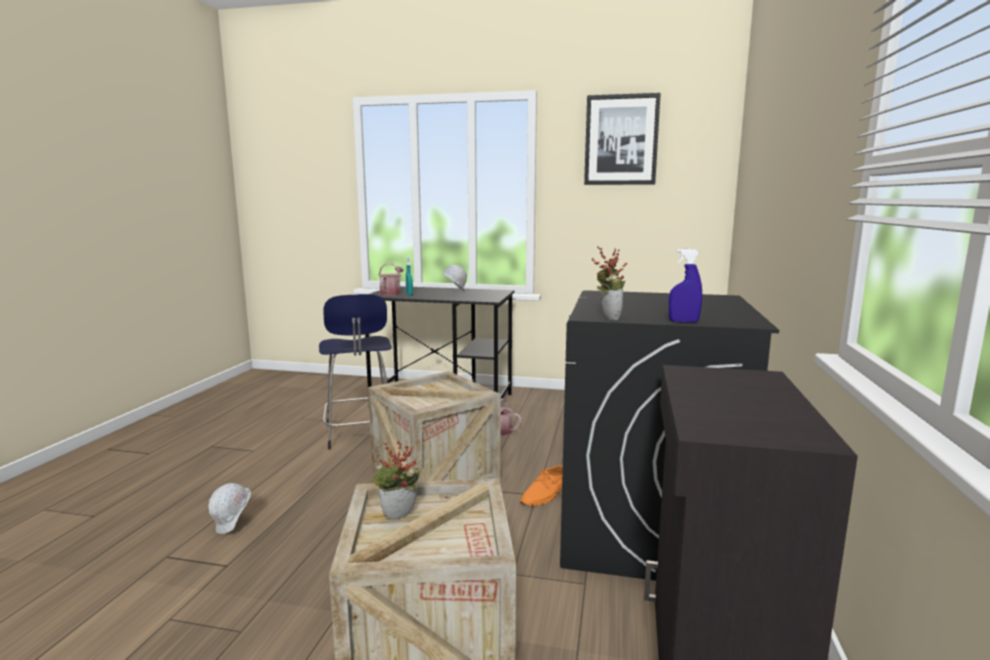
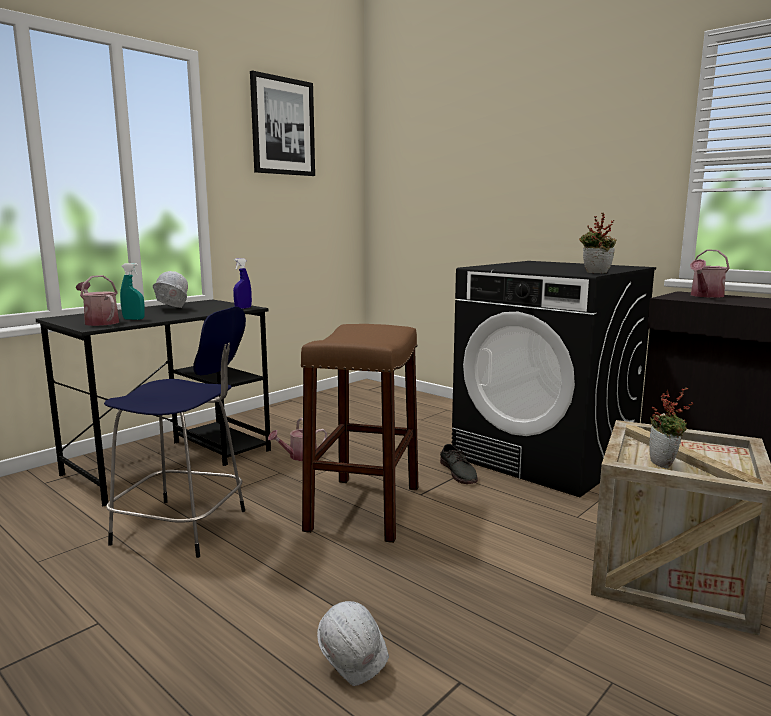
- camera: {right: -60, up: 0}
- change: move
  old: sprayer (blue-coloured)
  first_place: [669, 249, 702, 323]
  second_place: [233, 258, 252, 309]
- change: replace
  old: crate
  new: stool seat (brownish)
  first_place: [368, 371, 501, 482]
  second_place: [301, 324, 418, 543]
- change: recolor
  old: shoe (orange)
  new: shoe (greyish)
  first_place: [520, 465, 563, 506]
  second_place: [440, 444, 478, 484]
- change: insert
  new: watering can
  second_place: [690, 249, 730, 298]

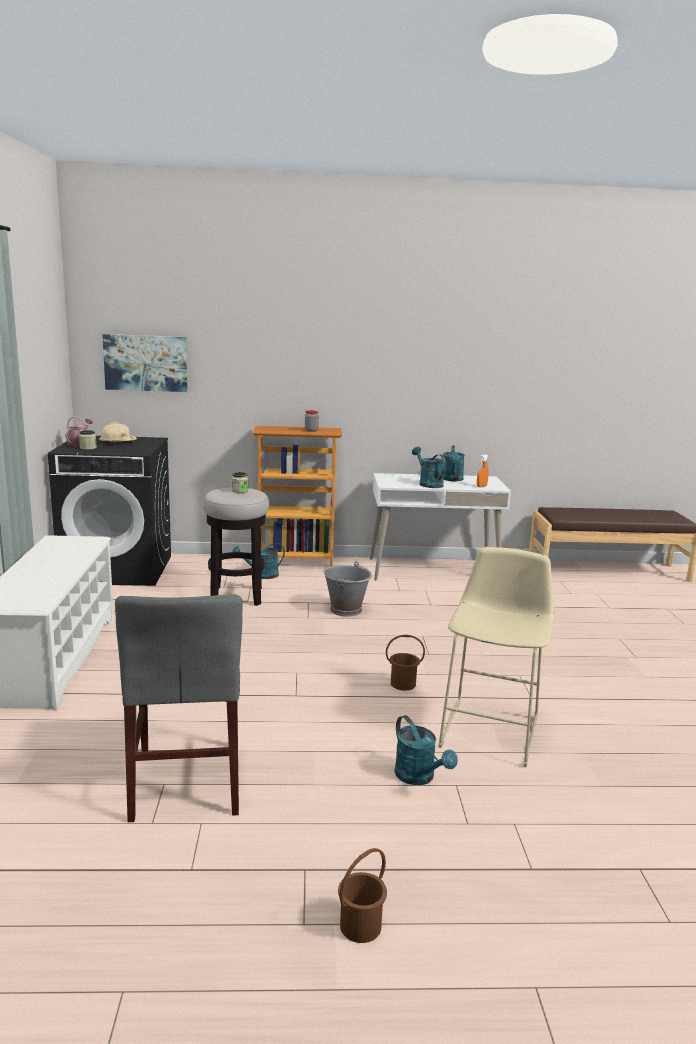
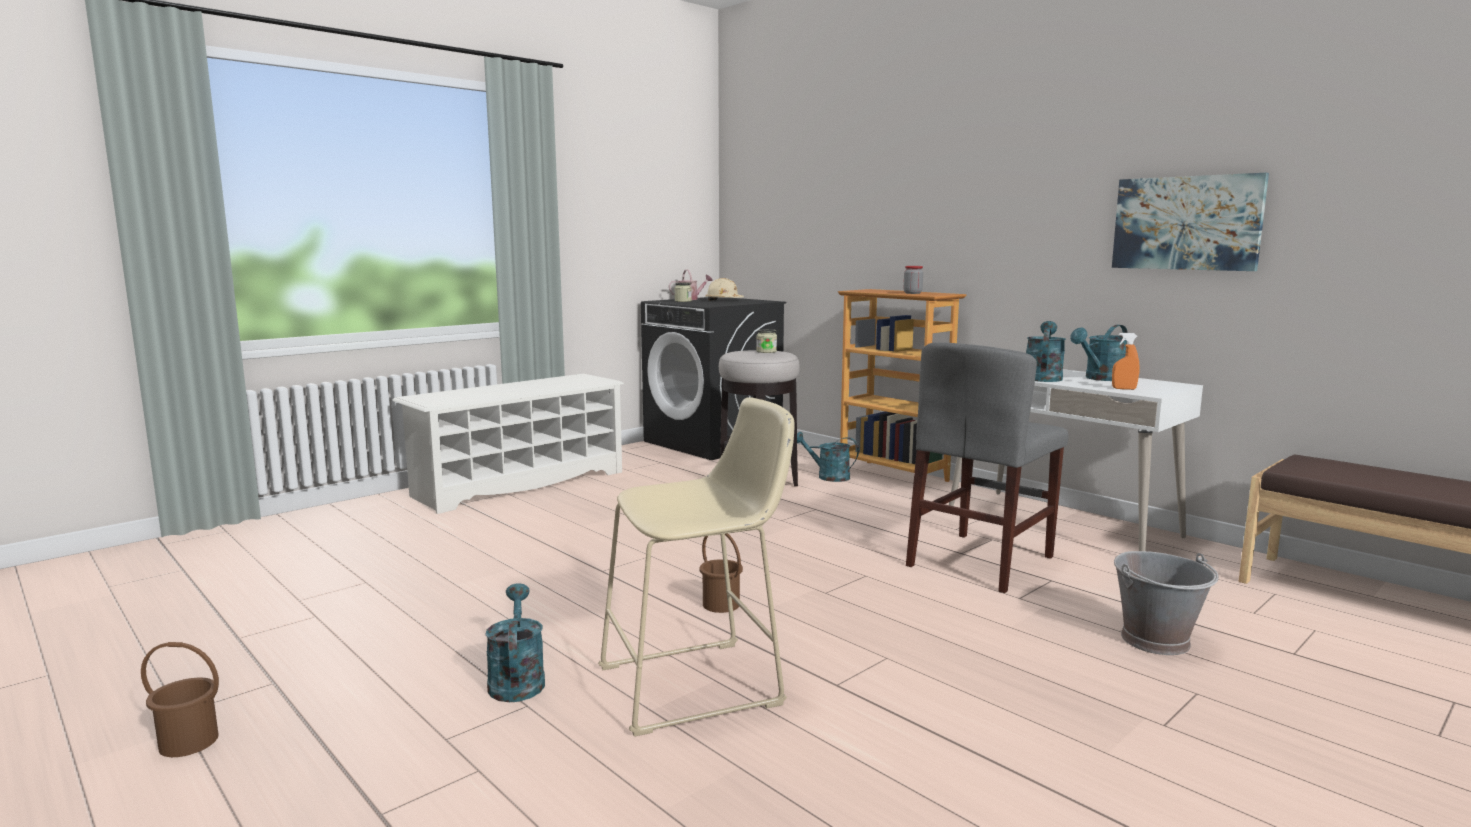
- camera: {right: 50, up: -5}
- change: move
  old: picture
  first_place: [102, 334, 188, 392]
  second_place: [1112, 173, 1269, 271]
- change: move
  old: water bucket (greyish)
  first_place: [324, 562, 372, 617]
  second_place: [1114, 551, 1219, 655]
- change: move
  old: plain chair (greyish)
  first_place: [115, 594, 242, 822]
  second_place: [906, 342, 1068, 593]
- change: rotate
  old: watering can (blue-green)
  first_place: [394, 715, 458, 785]
  second_place: [485, 583, 545, 702]
  degrees: 150

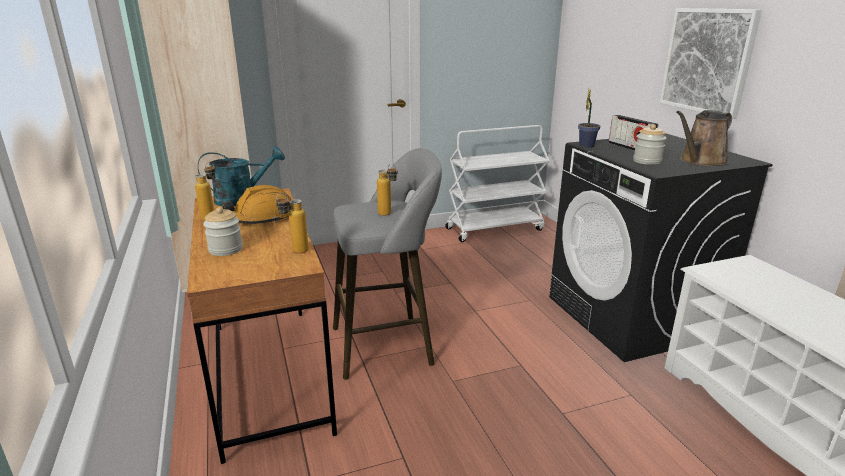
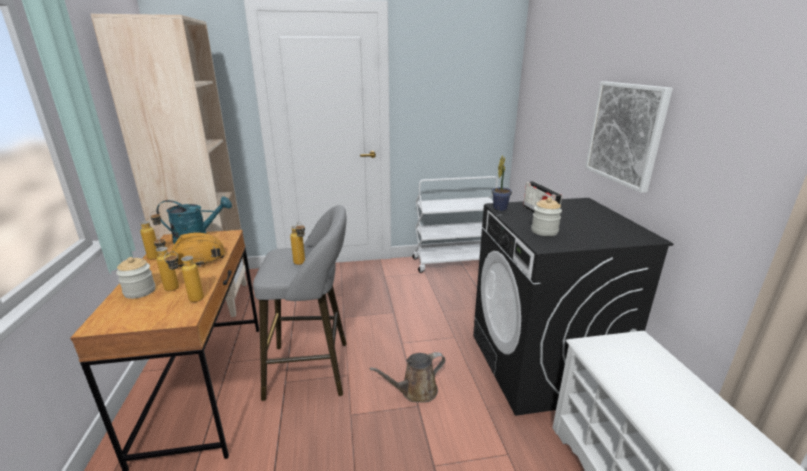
- camera: {right: 10, up: 0}
- change: move
  old: watering can (brownish)
  first_place: [676, 110, 732, 166]
  second_place: [370, 352, 445, 403]
- change: insert
  new: drink bottle
  second_place: [154, 235, 179, 291]

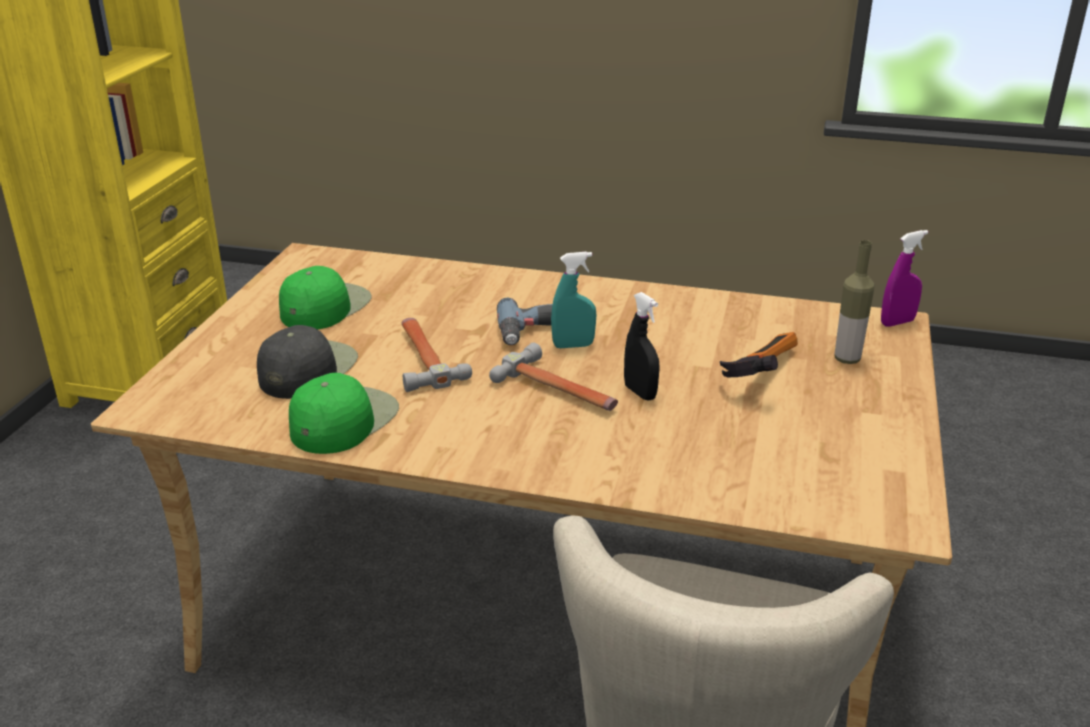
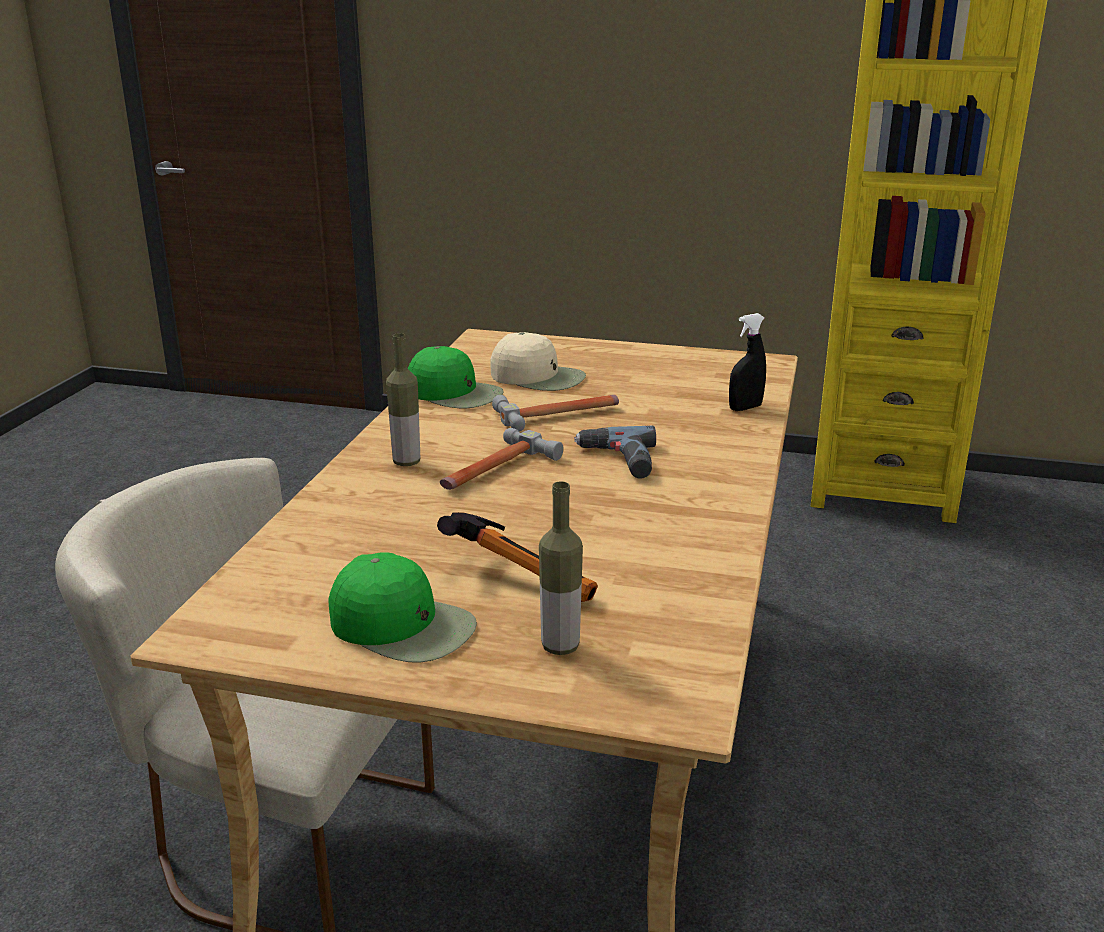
- camera: {right: 90, up: -5}
- change: delete
  old: sprayer (purple-coloured)
  first_place: [881, 230, 928, 327]
- change: delete
  old: sprayer (blue-green)
  first_place: [551, 252, 596, 348]
- change: move
  old: cap (green)
  first_place: [279, 266, 372, 329]
  second_place: [328, 552, 477, 663]
- change: move
  old: sprayer (black-coloured)
  first_place: [624, 292, 660, 401]
  second_place: [729, 313, 766, 411]
- change: recolor
  old: cap (black-coloured)
  new: cap (beige)
  first_place: [257, 325, 358, 399]
  second_place: [490, 332, 586, 391]
- change: insert
  new: drink bottle
  second_place: [386, 333, 420, 466]

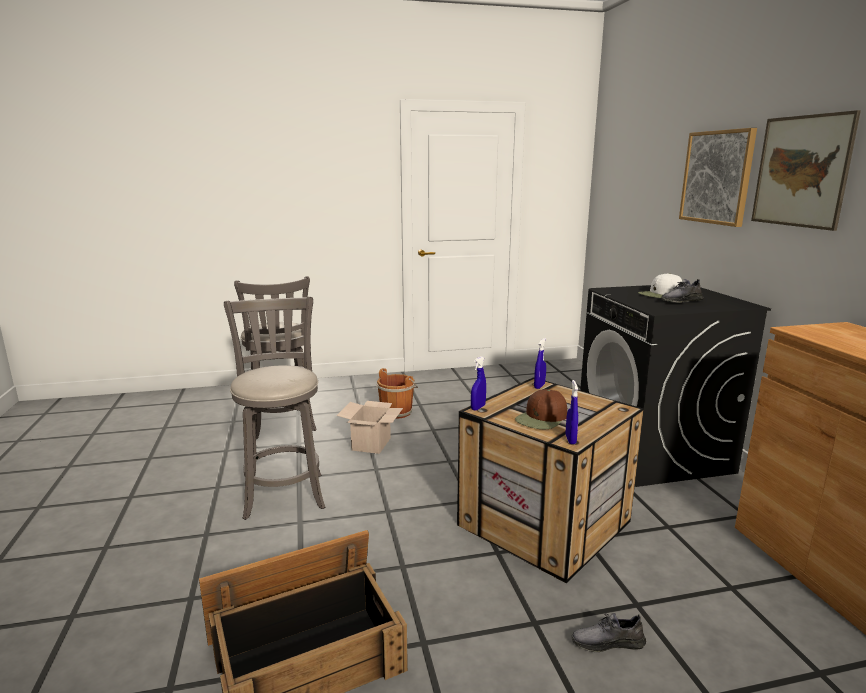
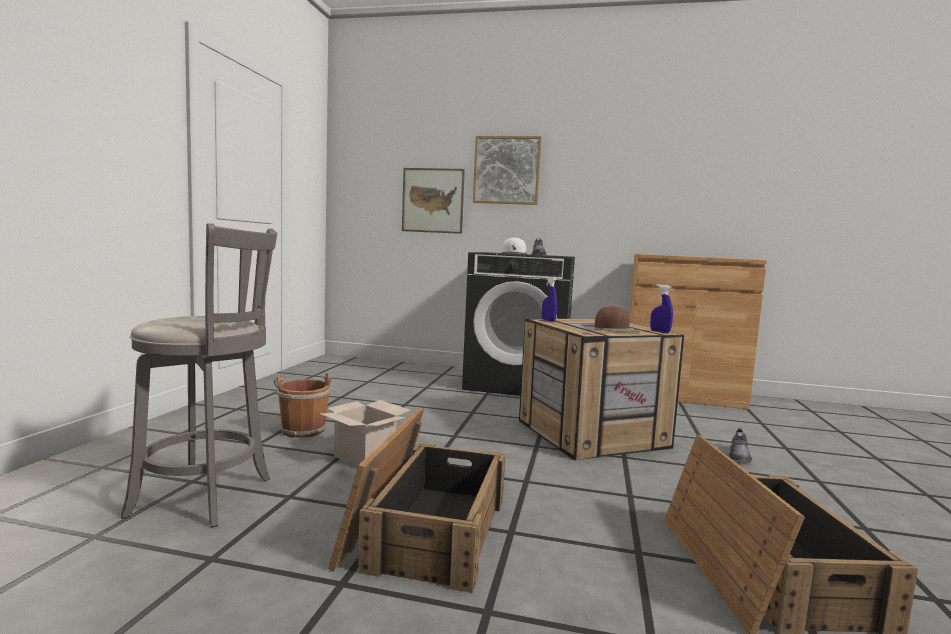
- camera: {right: -65, up: -10}
- change: move
  old: picture
  first_place: [751, 110, 861, 231]
  second_place: [402, 168, 465, 234]
- change: replace
  old: stool seat (greyish)
  new: crate
  first_place: [224, 296, 325, 520]
  second_place: [328, 407, 505, 593]
- change: delete
  old: sprayer (blue-coloured)
  first_place: [471, 356, 486, 411]

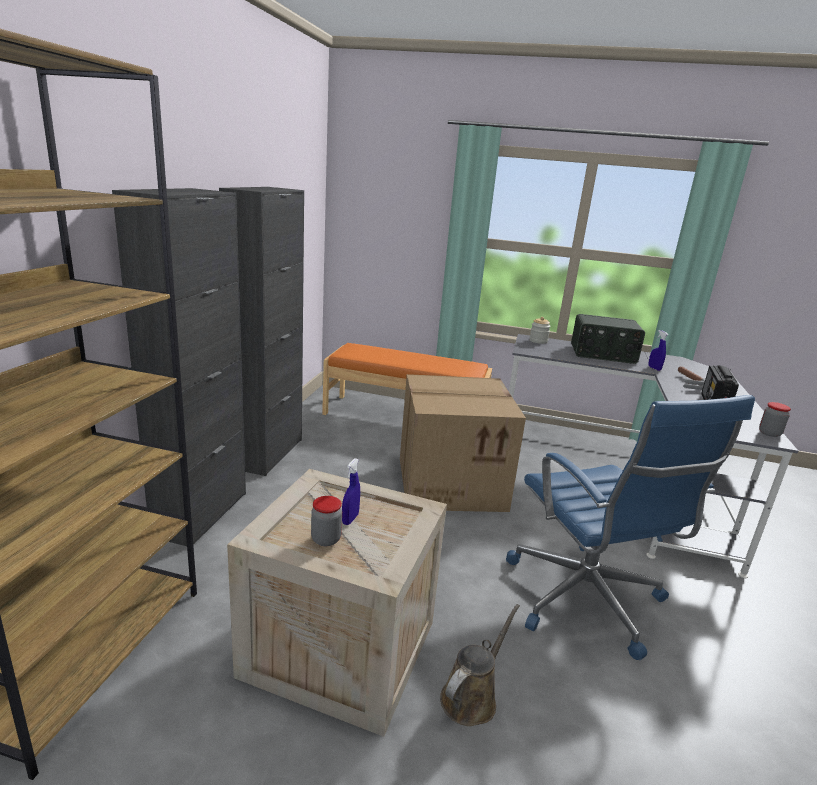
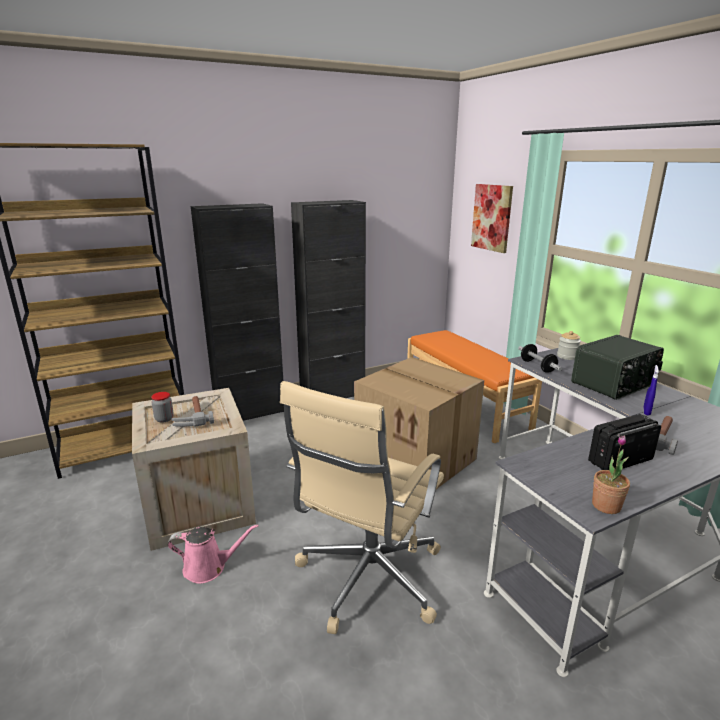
- camera: {right: 50, up: 0}
- change: rotate
  old: radio set
  first_place: [571, 314, 645, 364]
  second_place: [571, 335, 664, 400]
  degrees: -90
- change: recolor
  old: computer chair (blue-coloured)
  new: computer chair (beige)
  first_place: [506, 395, 755, 660]
  second_place: [280, 381, 444, 634]
- change: replace
  old: jar
  new: houseplant
  first_place: [759, 402, 791, 437]
  second_place: [592, 435, 630, 514]
- change: replace
  old: sprayer (blue-coloured)
  new: hammer
  first_place: [342, 458, 360, 525]
  second_place: [171, 396, 214, 427]
- change: recolor
  old: watering can (brownish)
  new: watering can (pink-coloured)
  first_place: [440, 604, 520, 726]
  second_place: [167, 524, 258, 584]
- change: insert
  new: picture
  second_place: [471, 184, 513, 253]
- change: insert
  new: dumbbell
  second_place: [518, 344, 562, 373]

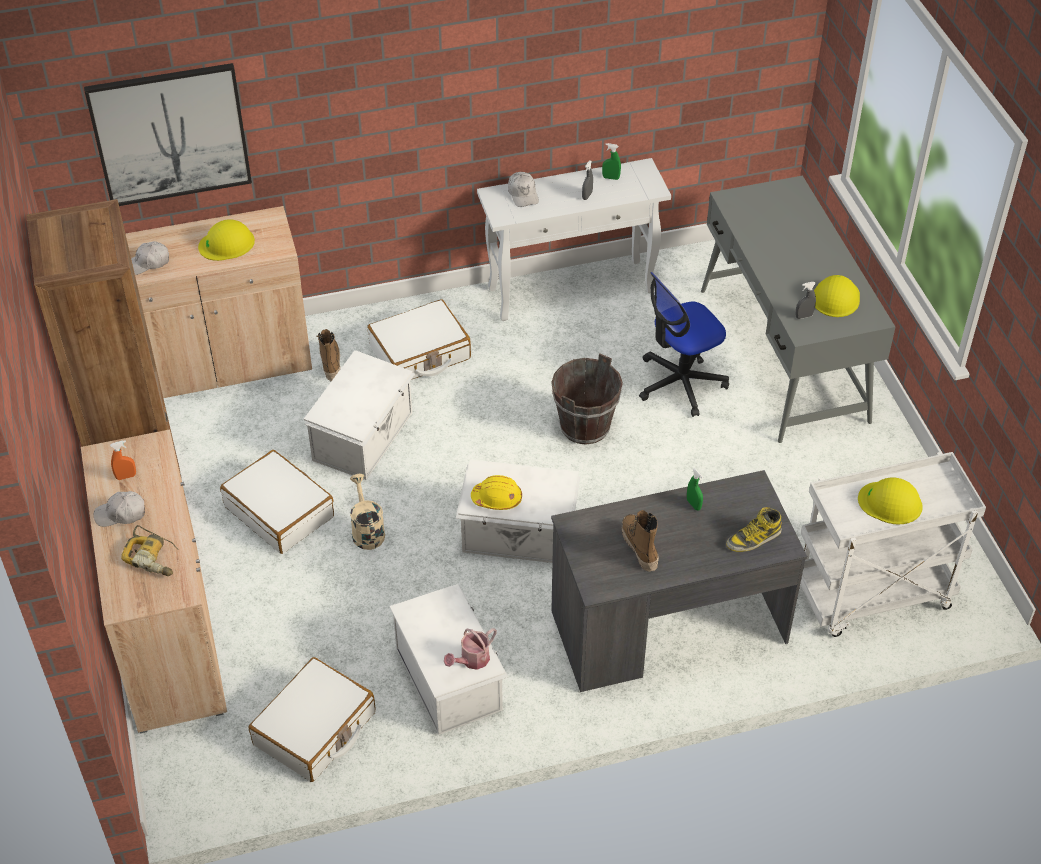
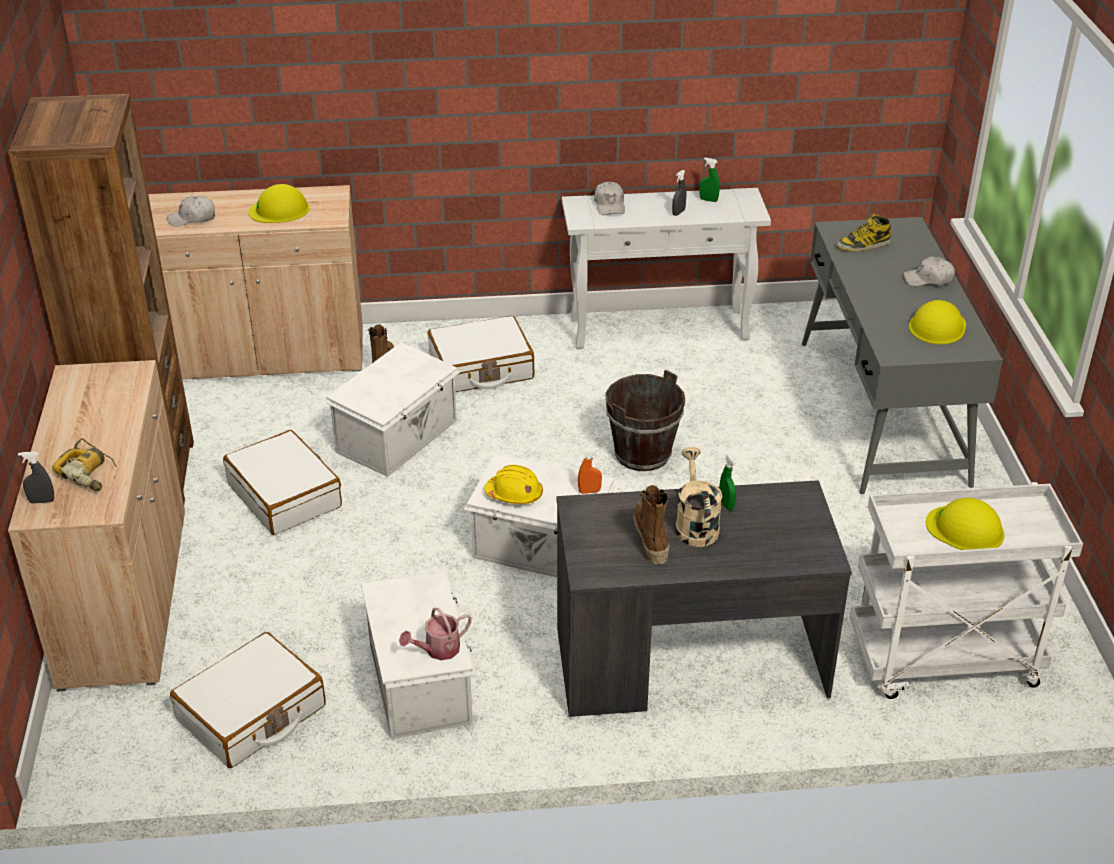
- camera: {right: 10, up: -10}
- change: delete
  old: picture
  first_place: [84, 63, 252, 206]
- change: delete
  old: computer chair
  first_place: [639, 272, 729, 417]
- change: move
  old: sprayer (greyish)
  first_place: [796, 282, 816, 319]
  second_place: [18, 452, 54, 504]
- change: move
  old: sprayer (orange)
  first_place: [110, 440, 136, 480]
  second_place: [578, 448, 602, 494]
- change: move
  old: watering can (beige)
  first_place: [350, 474, 385, 550]
  second_place: [675, 447, 722, 547]
- change: move
  old: cap (white-coloured)
  first_place: [94, 491, 145, 527]
  second_place: [904, 256, 955, 286]
- change: move
  old: boot
  first_place: [726, 507, 782, 552]
  second_place: [836, 214, 891, 252]

